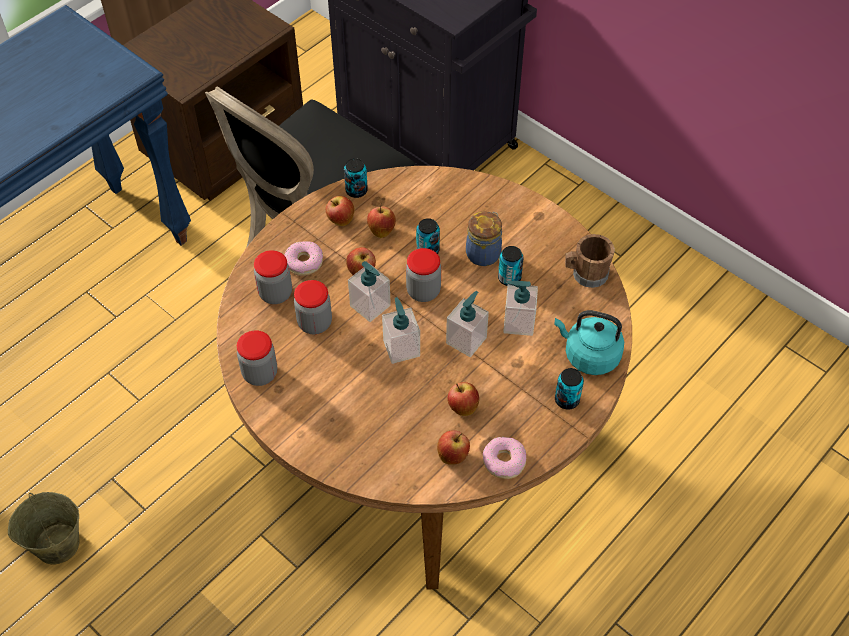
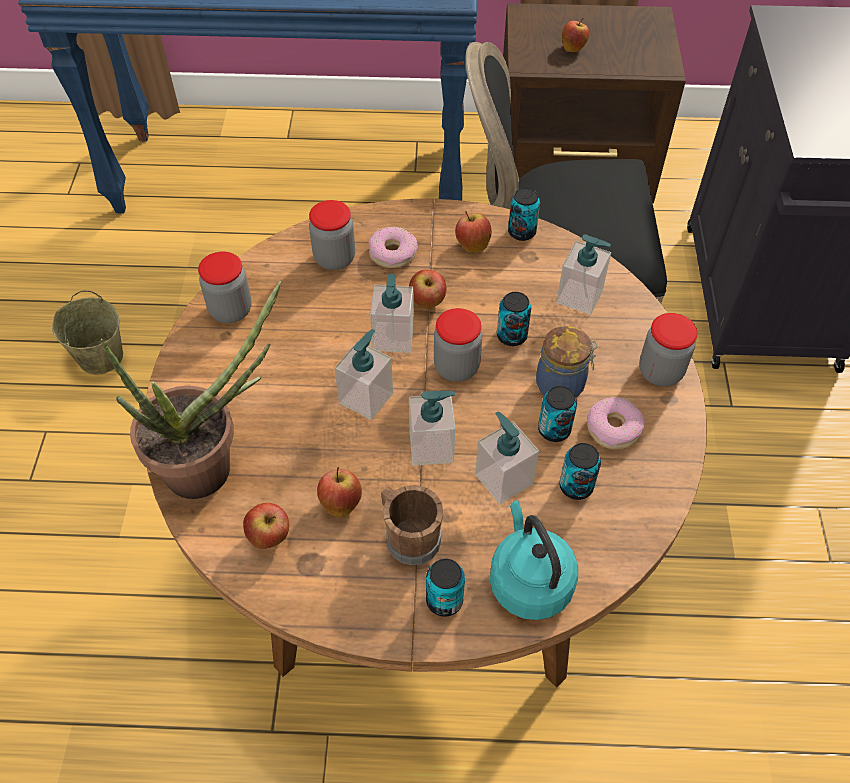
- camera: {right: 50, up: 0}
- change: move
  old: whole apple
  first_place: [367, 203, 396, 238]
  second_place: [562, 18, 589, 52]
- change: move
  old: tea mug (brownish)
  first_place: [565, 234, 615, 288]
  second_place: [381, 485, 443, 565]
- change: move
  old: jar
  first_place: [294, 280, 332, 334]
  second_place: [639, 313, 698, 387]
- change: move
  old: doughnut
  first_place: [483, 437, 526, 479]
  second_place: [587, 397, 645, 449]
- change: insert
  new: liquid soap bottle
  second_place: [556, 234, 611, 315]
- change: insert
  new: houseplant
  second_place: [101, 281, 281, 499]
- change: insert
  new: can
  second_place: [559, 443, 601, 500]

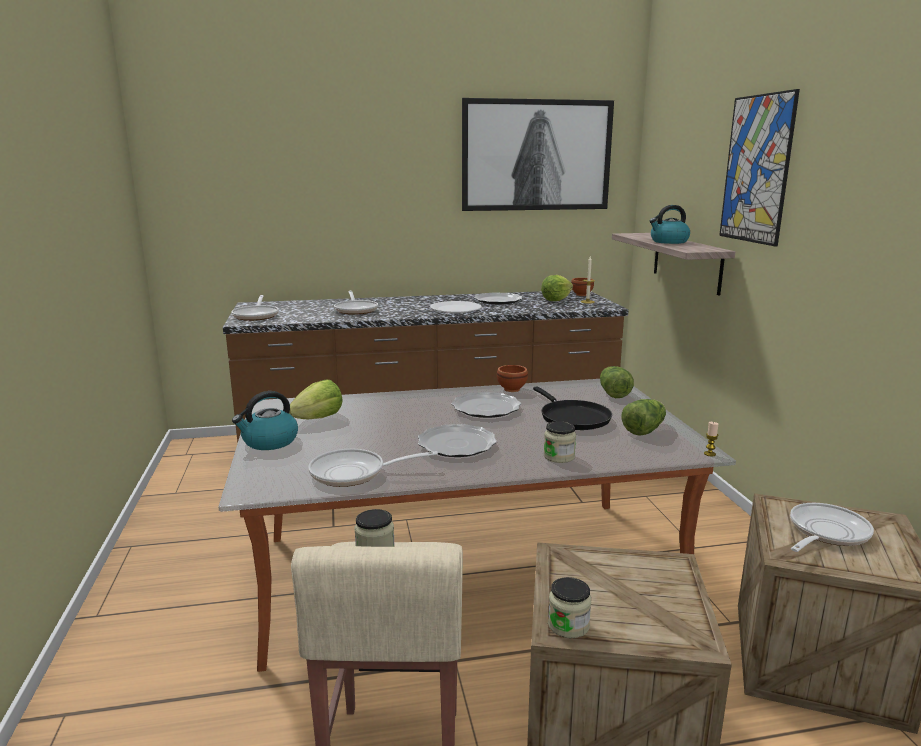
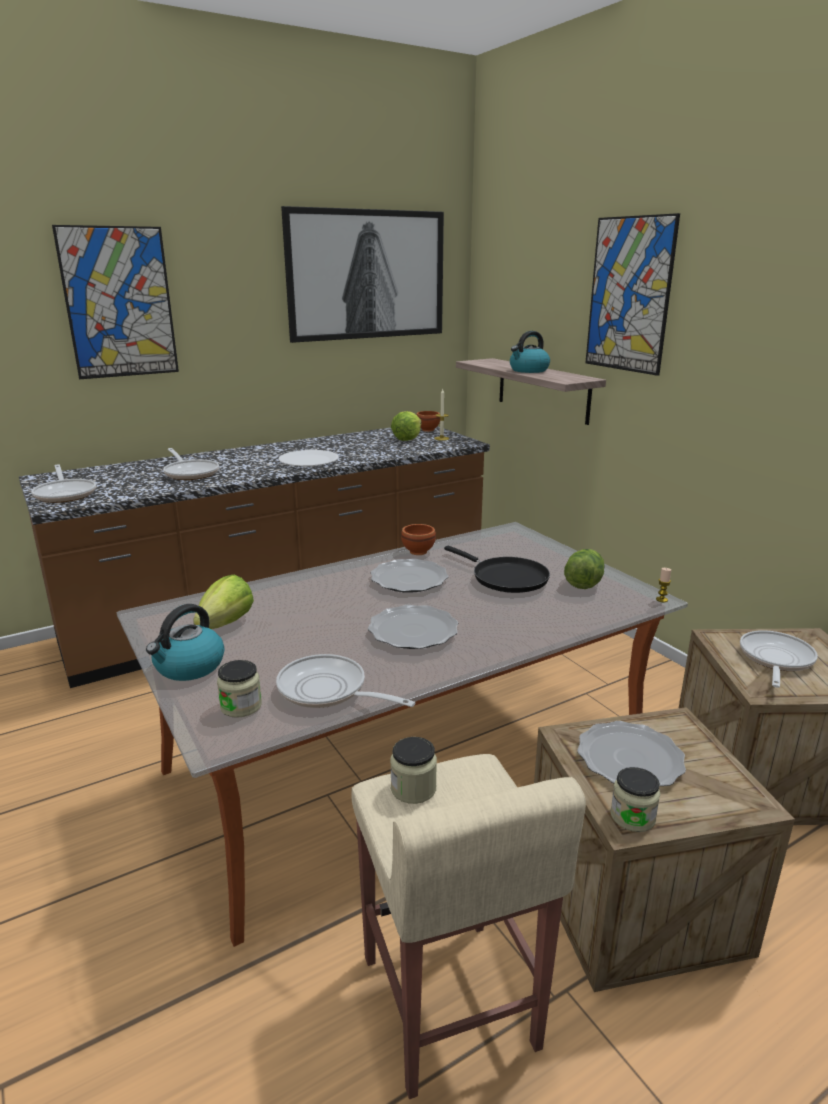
- camera: {right: -20, up: 5}
- change: move
  old: flat dish
  first_place: [474, 292, 522, 304]
  second_place: [577, 721, 686, 786]
- change: delete
  old: lettuce
  first_place: [600, 366, 634, 398]
- change: move
  old: jar
  first_place: [544, 421, 576, 463]
  second_place: [217, 660, 262, 718]
- change: rotate
  old: frying pan
  first_place: [308, 449, 438, 487]
  second_place: [276, 654, 415, 708]
  degrees: 60
- change: insert
  new: picture
  second_place: [52, 225, 179, 379]

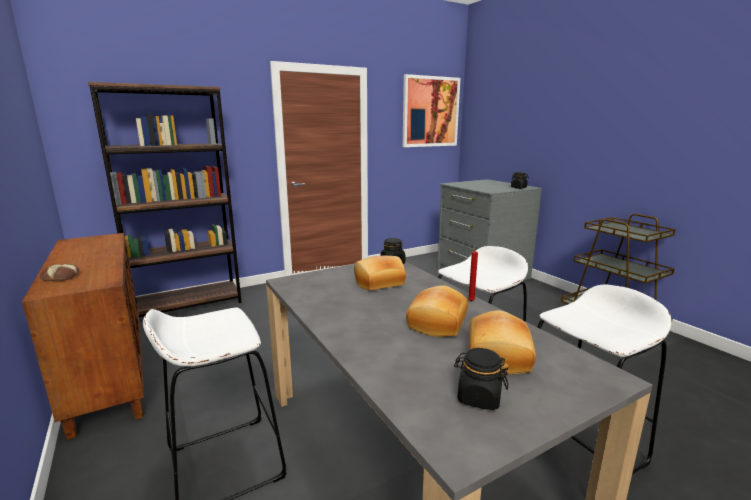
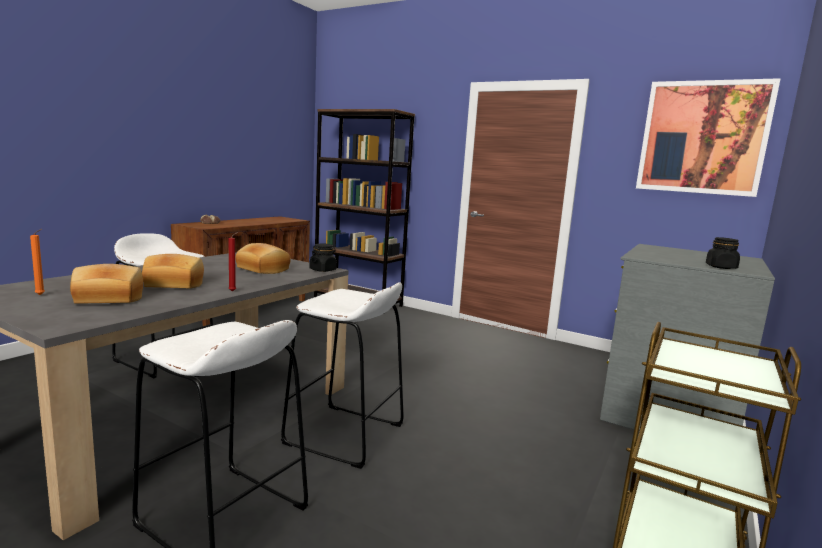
- camera: {right: 60, up: -5}
- change: replace
  old: jar (black-coloured)
  new: candle (orange)
  first_place: [454, 348, 508, 410]
  second_place: [30, 229, 45, 295]

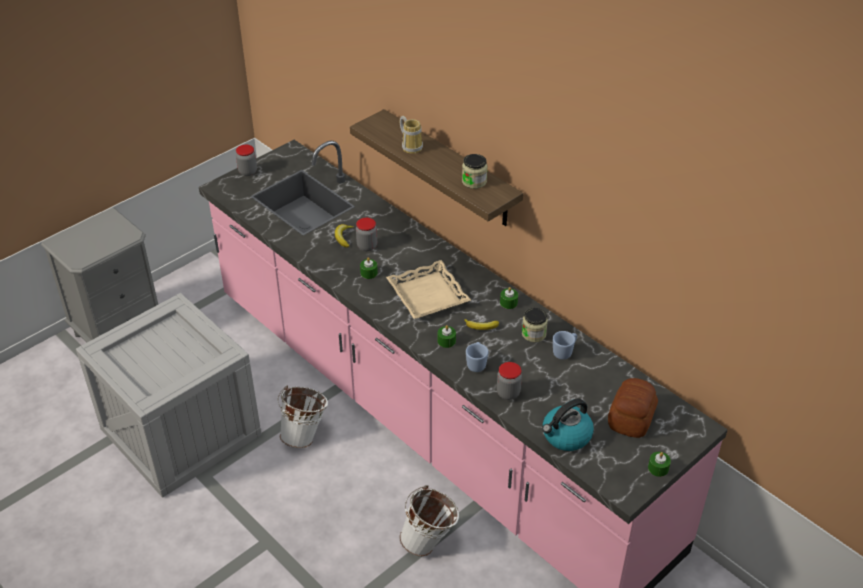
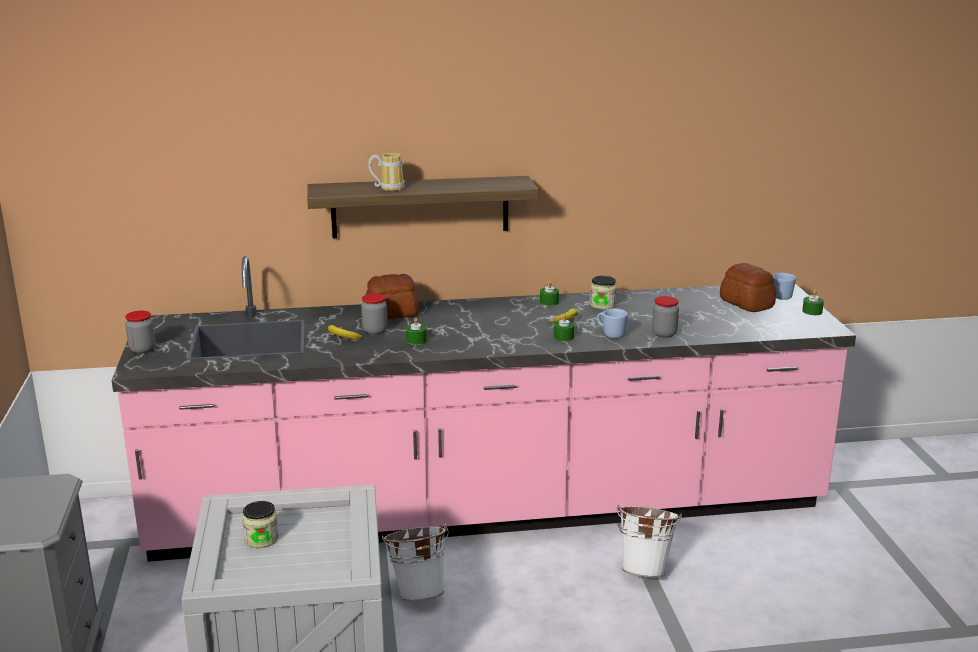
- camera: {right: -55, up: -20}
- change: move
  old: jar
  first_place: [462, 154, 488, 189]
  second_place: [242, 501, 279, 548]
- change: delete
  old: serving tray (beige)
  first_place: [386, 260, 471, 319]
- change: move
  old: tea mug (blue-coloured)
  first_place: [553, 331, 577, 359]
  second_place: [773, 273, 796, 300]
- change: delete
  old: kettle
  first_place: [542, 399, 594, 451]
- change: insert
  new: bakery bread
  second_place: [366, 274, 419, 319]

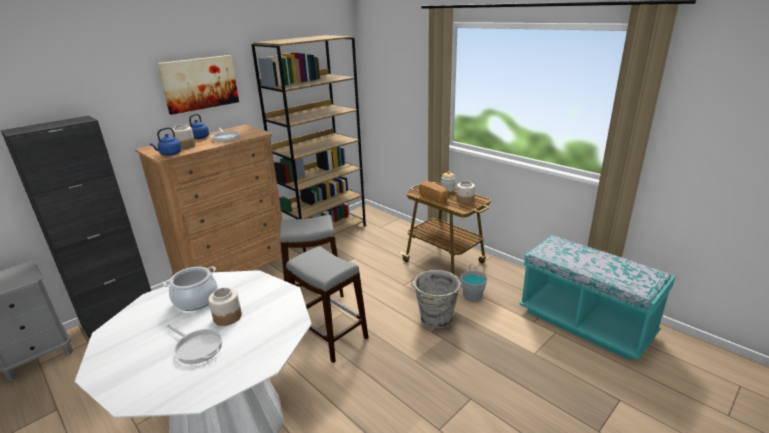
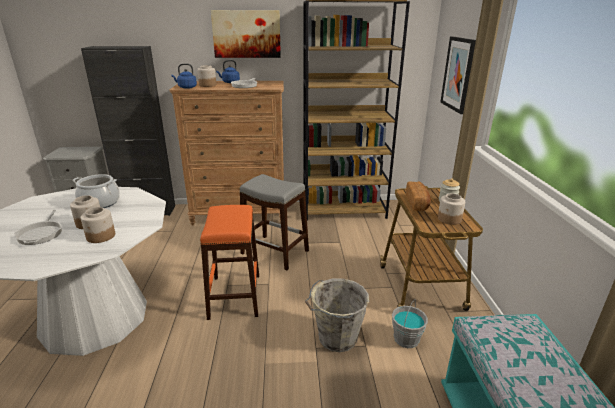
- camera: {right: 40, up: 0}
- change: recolor
  old: stool seat (greyish)
  new: stool seat (orange)
  first_place: [286, 247, 368, 363]
  second_place: [200, 205, 259, 320]
- change: insert
  new: picture
  second_place: [440, 36, 476, 114]
- change: insert
  new: jar
  second_place: [81, 207, 115, 243]

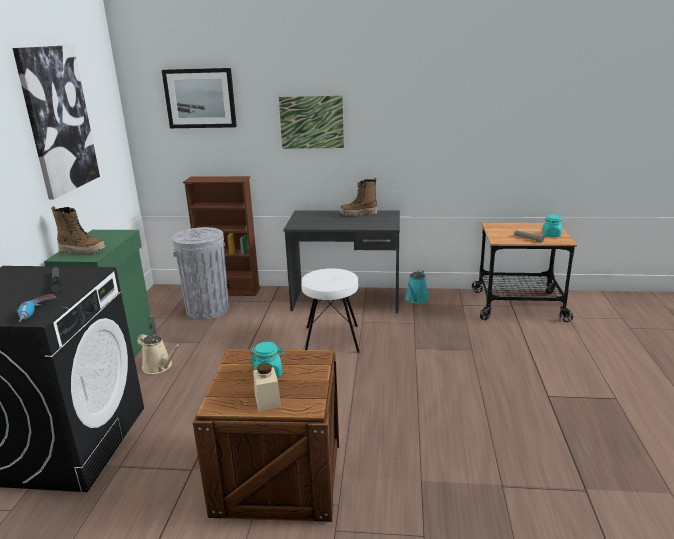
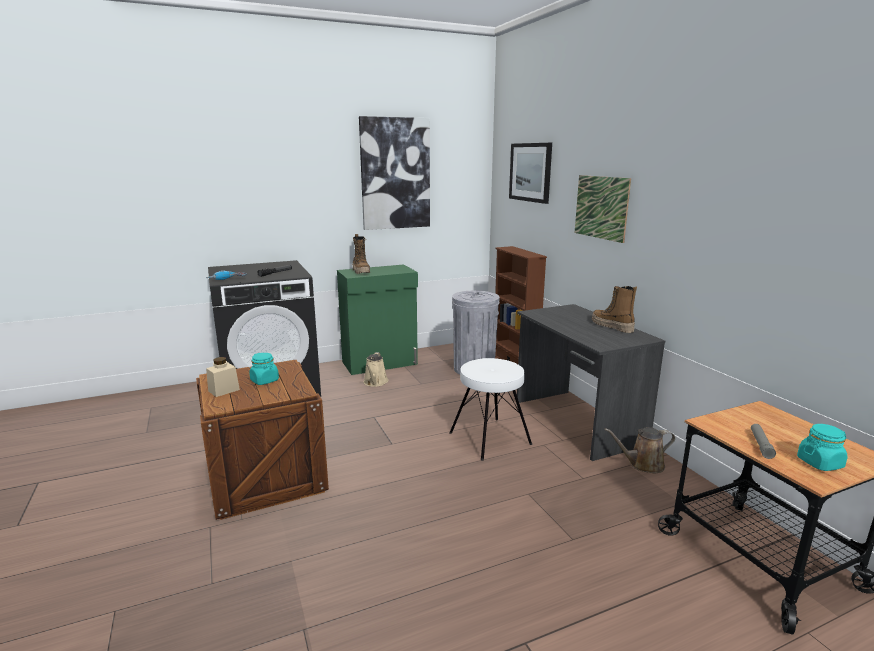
- camera: {right: 60, up: -5}
- change: recolor
  old: watering can (blue-green)
  new: watering can (brownish)
  first_place: [405, 270, 429, 304]
  second_place: [604, 427, 676, 473]

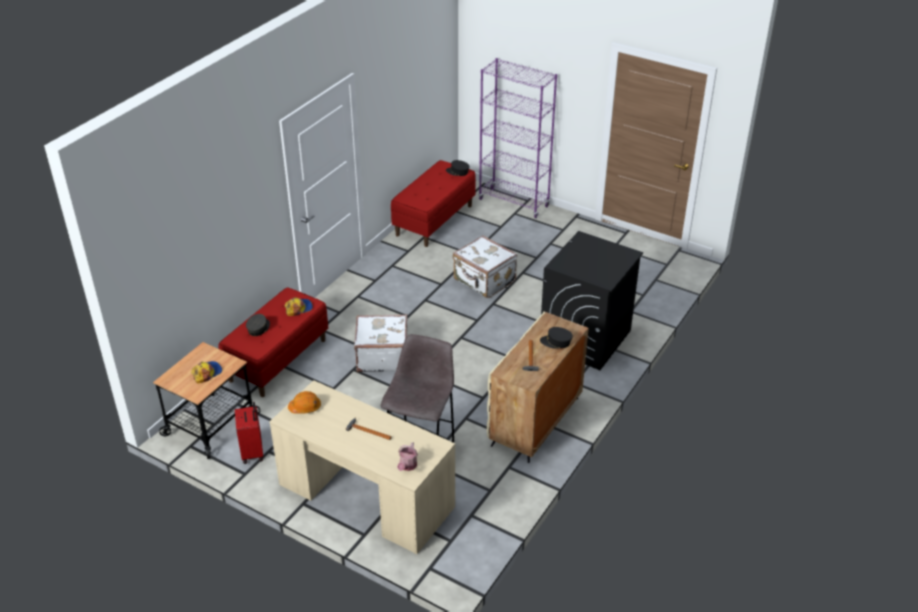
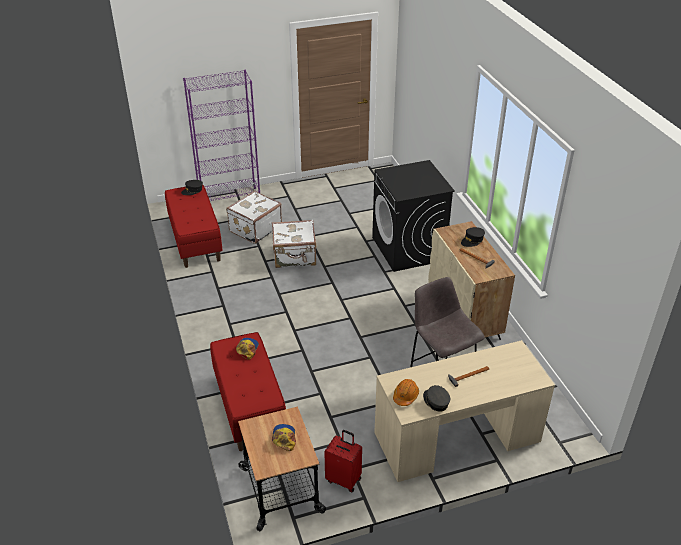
- camera: {right: -50, up: 0}
- change: move
  old: cap (greyish)
  first_place: [246, 314, 270, 336]
  second_place: [423, 385, 450, 412]
- change: move
  old: travel case (white-coloured)
  first_place: [354, 314, 408, 372]
  second_place: [226, 191, 282, 244]
- change: delete
  old: watering can
  first_place: [397, 442, 418, 471]

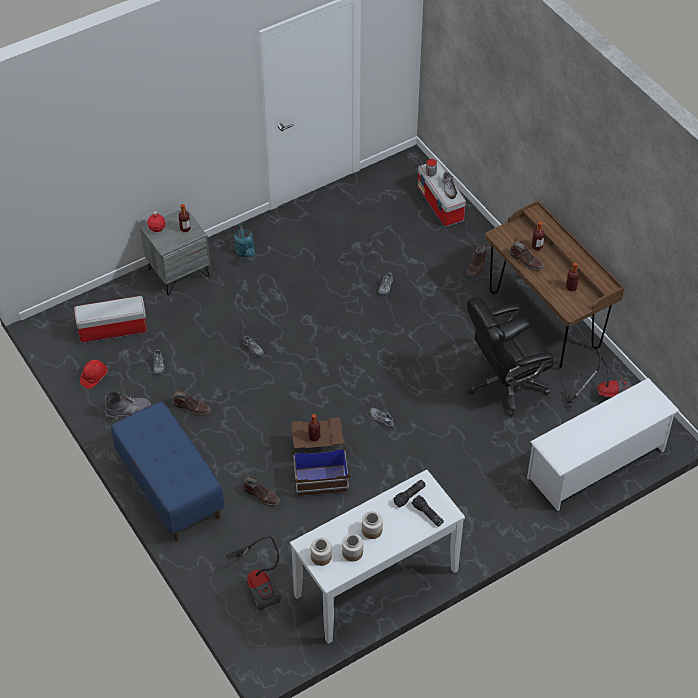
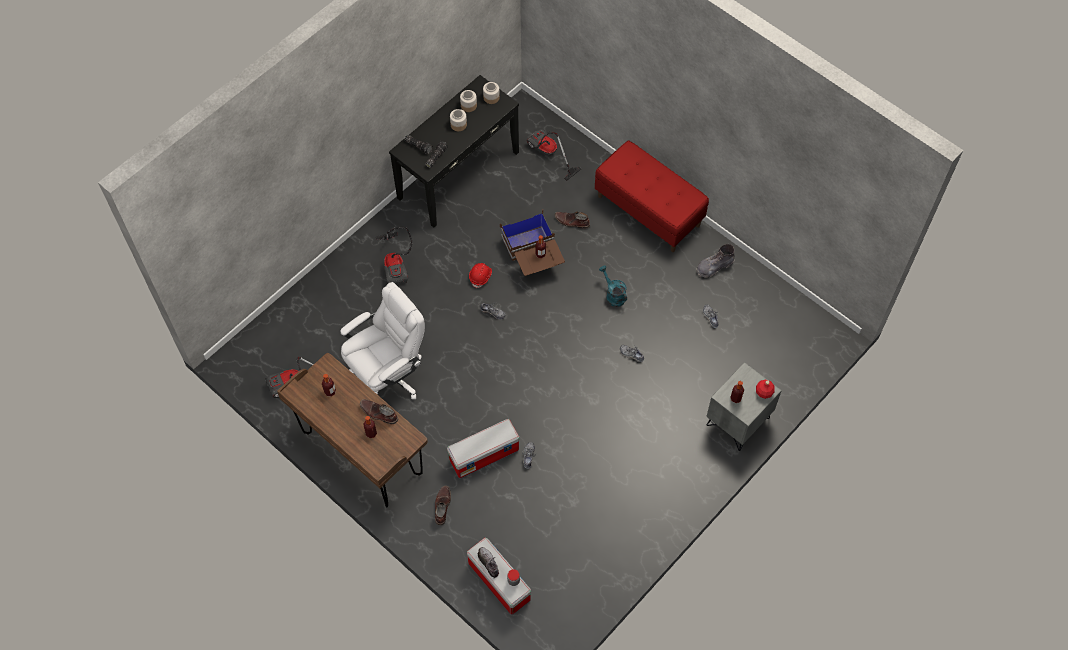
- camera: {right: 165, up: 10}
- change: move
  old: watering can (blue-green)
  first_place: [234, 224, 255, 257]
  second_place: [599, 266, 627, 307]
- change: move
  old: storage bin
  first_place: [74, 296, 147, 343]
  second_place: [447, 419, 519, 478]
- change: recolor
  old: computer chair (black-coloured)
  new: computer chair (white-coloured)
  first_place: [467, 297, 554, 417]
  second_place: [340, 282, 425, 399]
- change: move
  old: hard hat (reddish)
  first_place: [80, 360, 107, 389]
  second_place: [469, 263, 492, 288]
- change: delete
  old: shoe rack (white-coloured)
  first_place: [527, 378, 680, 511]
- change: delete
  old: boot (brownish)
  first_place: [173, 391, 211, 415]
- change: recolor
  old: indoor bench (blue-coloured)
  new: indoor bench (reddish)
  first_place: [111, 401, 225, 541]
  second_place: [595, 140, 709, 252]
- change: recolor
  old: narrow table (white-coloured)
  new: narrow table (black-coloured)
  first_place: [290, 470, 465, 644]
  second_place: [389, 75, 519, 228]
- change: insert
  new: vacuum cleaner
  second_place: [376, 227, 412, 284]

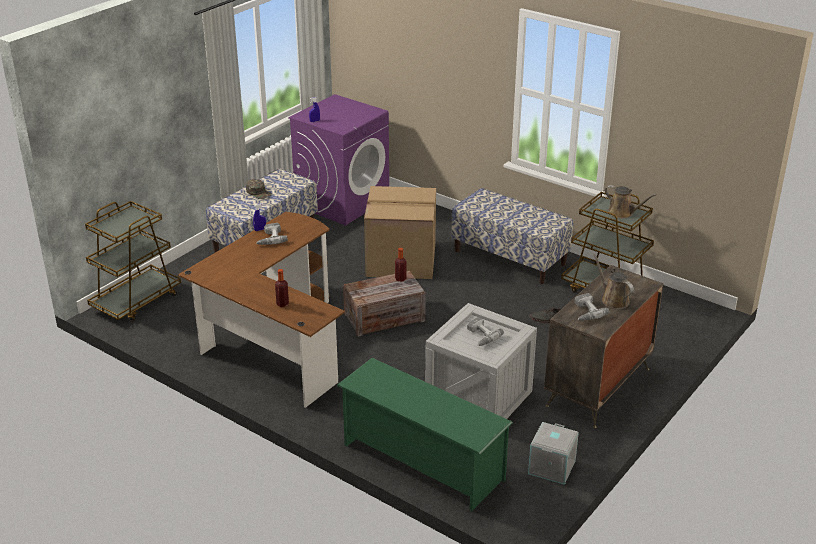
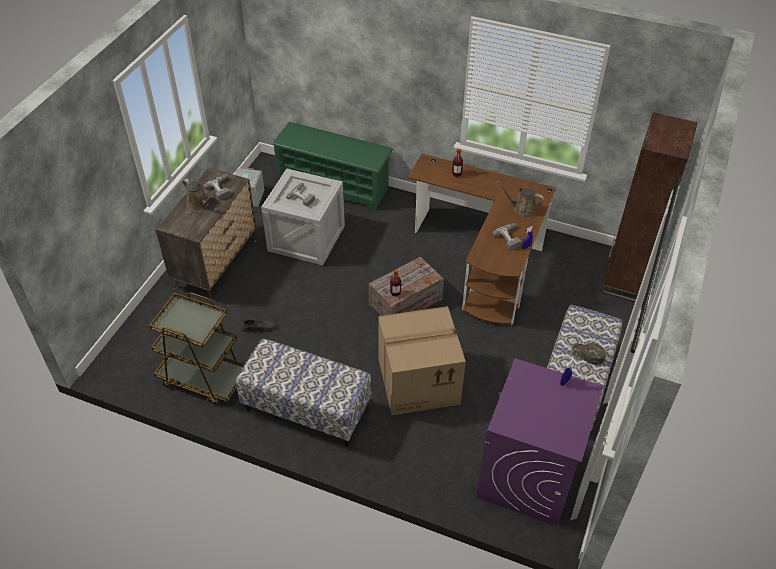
- camera: {right: 165, up: 15}
- change: move
  old: watering can (brownish)
  first_place: [605, 185, 656, 219]
  second_place: [497, 181, 544, 218]
- change: replace
  old: cart (brownish)
  new: bookshelf (brownish)
  first_place: [85, 201, 181, 321]
  second_place: [601, 112, 698, 302]

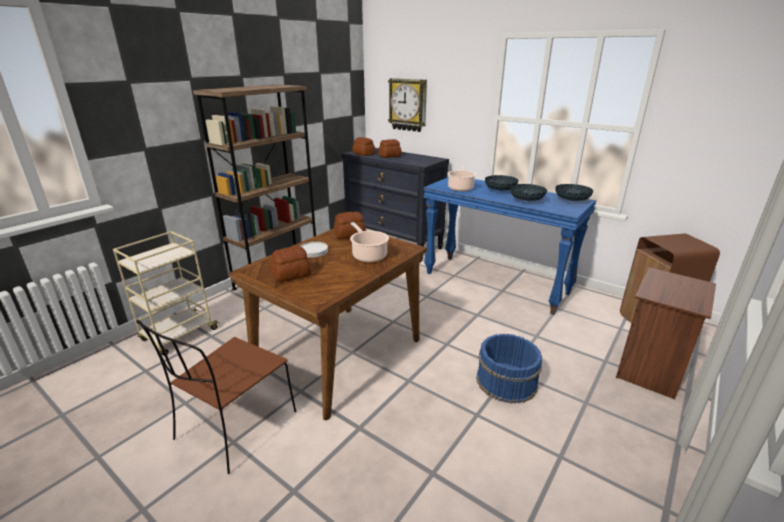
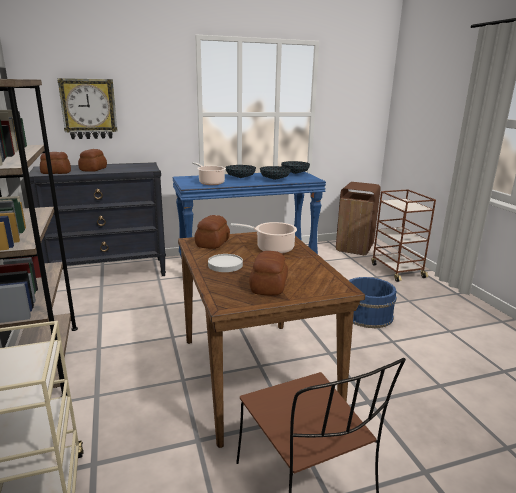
- camera: {right: -55, up: -5}
- change: replace
  old: nightstand (brownish)
  new: cart (brownish)
  first_place: [616, 267, 716, 399]
  second_place: [371, 189, 436, 282]

